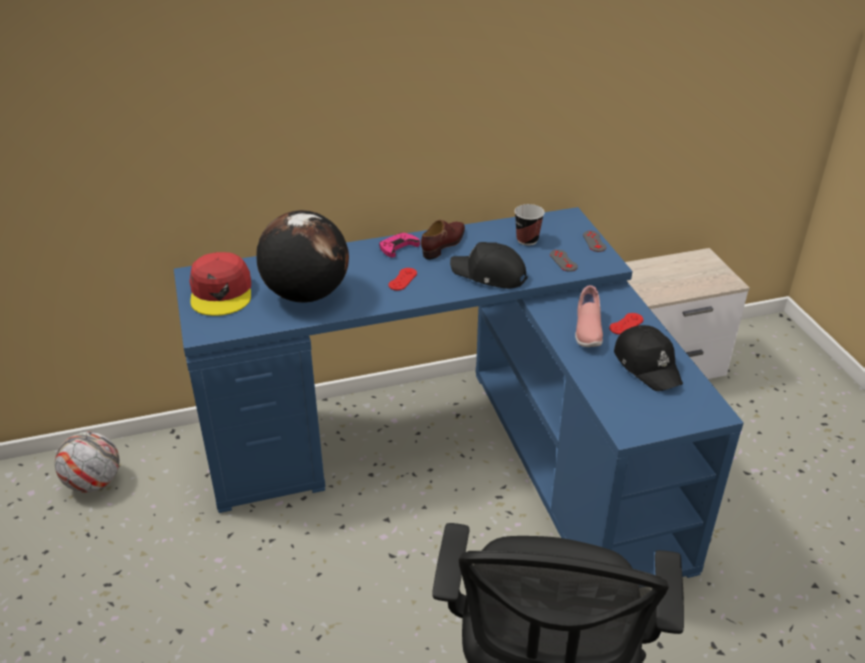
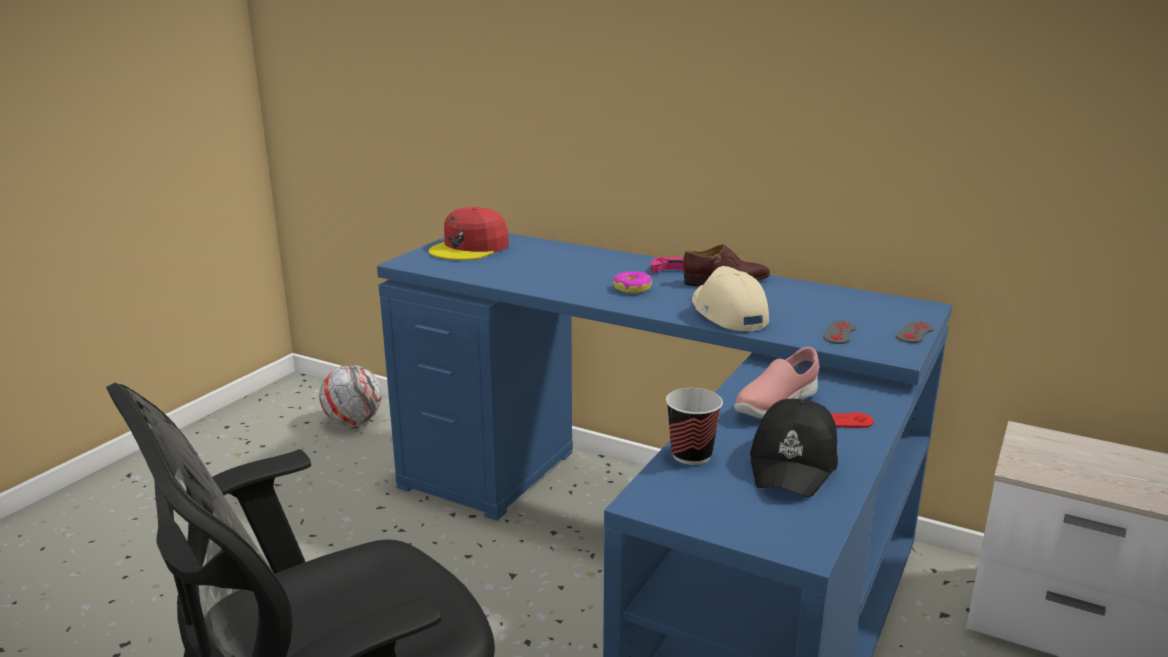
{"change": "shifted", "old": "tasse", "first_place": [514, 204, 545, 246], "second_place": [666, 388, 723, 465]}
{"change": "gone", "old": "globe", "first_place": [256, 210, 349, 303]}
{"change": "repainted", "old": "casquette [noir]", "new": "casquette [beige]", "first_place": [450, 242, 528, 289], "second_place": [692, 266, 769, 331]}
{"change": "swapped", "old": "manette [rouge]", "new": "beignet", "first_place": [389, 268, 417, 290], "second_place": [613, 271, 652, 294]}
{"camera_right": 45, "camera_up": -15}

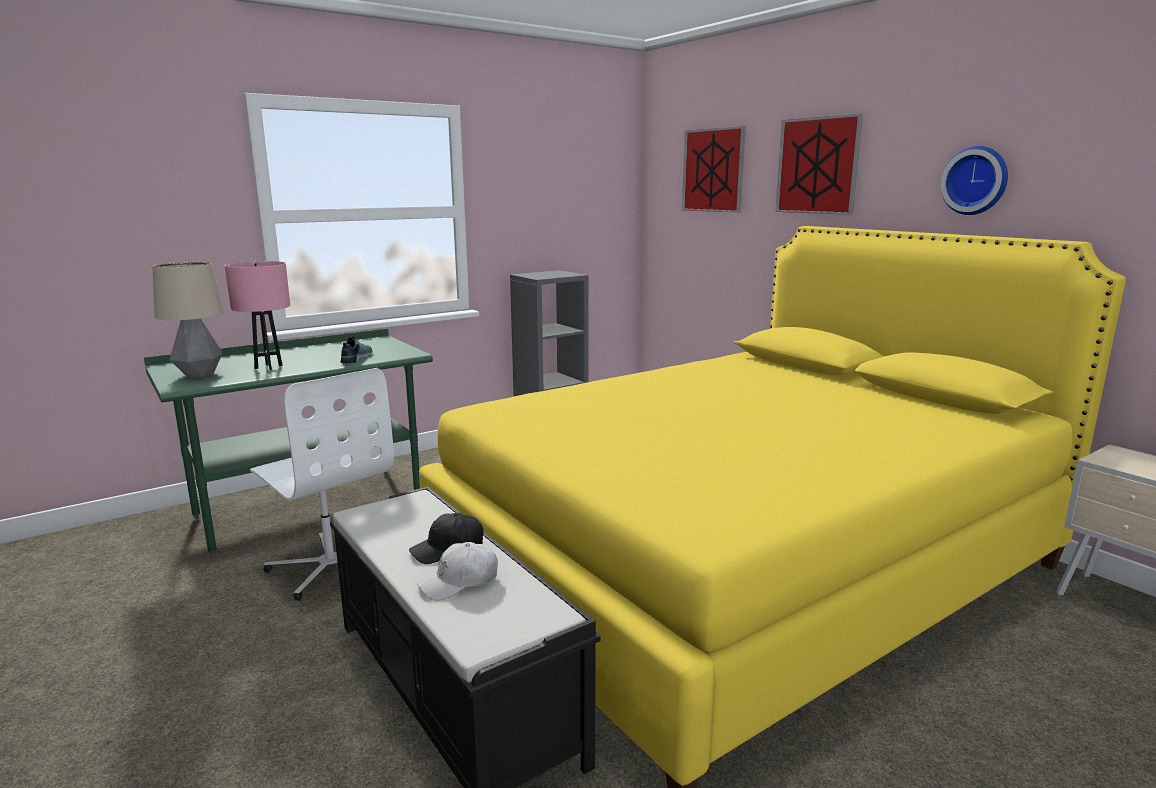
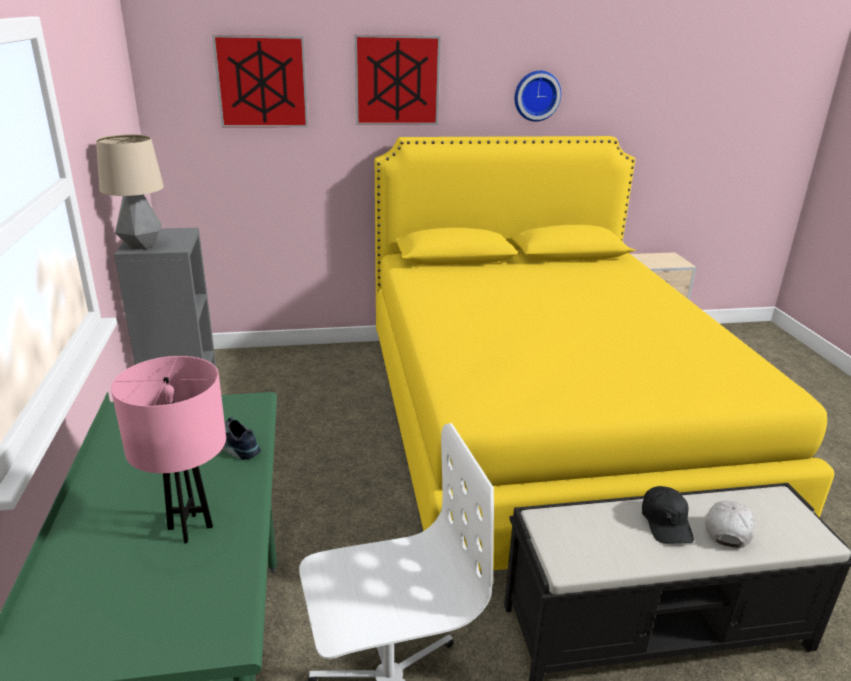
{"change": "shifted", "old": "lampe de table", "first_place": [152, 262, 224, 378], "second_place": [96, 134, 164, 250]}
{"change": "rotated", "old": "casquette [blanc]", "first_place": [417, 542, 498, 600], "second_place": [705, 501, 755, 548], "degrees": -150}
{"camera_right": -65, "camera_up": 10}

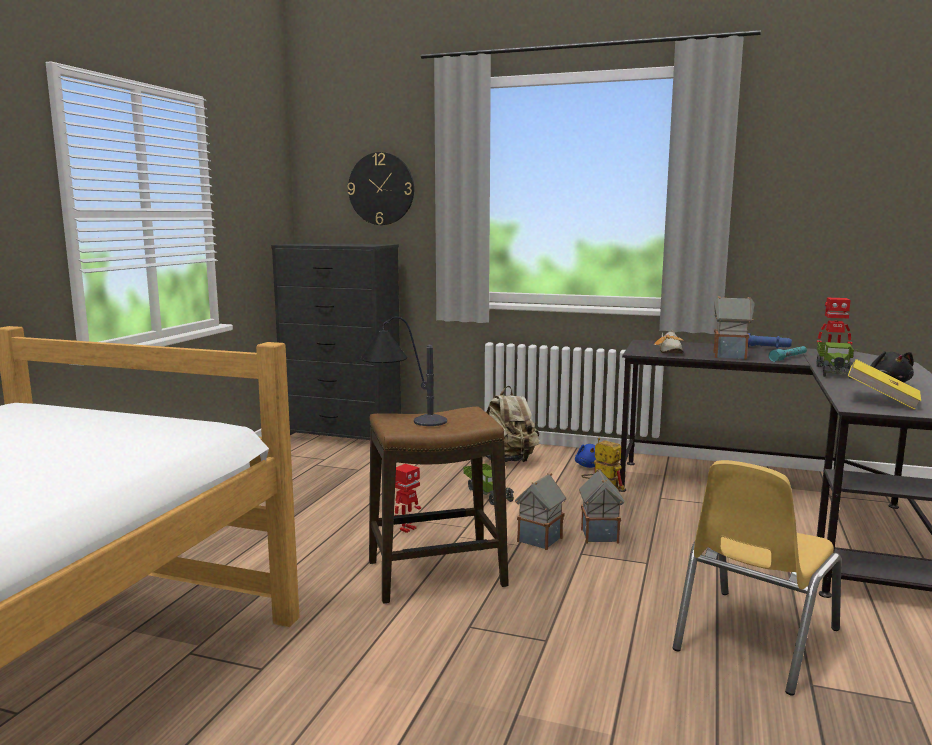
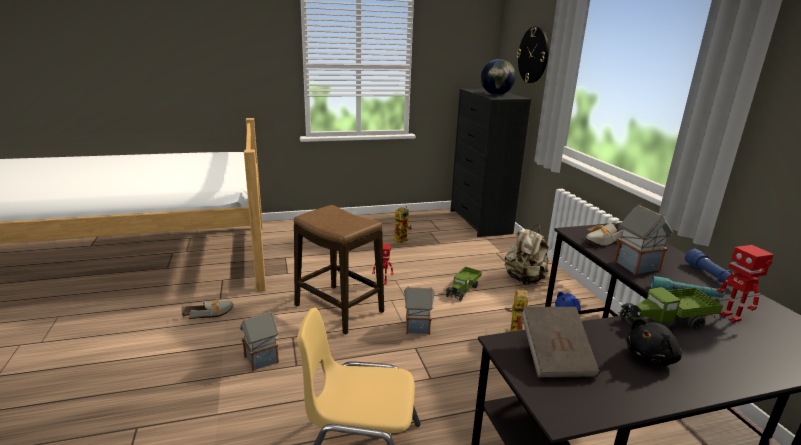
{"change": "gone", "old": "lampe de table", "first_place": [361, 317, 447, 426]}
{"change": "repainted", "old": "livre [jaune]", "new": "livre [marron]", "first_place": [848, 359, 921, 410], "second_place": [521, 307, 600, 378]}
{"change": "shifted", "old": "maison miniature", "first_place": [579, 469, 624, 544], "second_place": [239, 310, 279, 372]}
{"change": "new", "new": "globe", "second_place": [481, 59, 516, 95]}
{"change": "new", "new": "robot jouet", "second_place": [394, 206, 412, 244]}
{"change": "new", "new": "chaussure", "second_place": [181, 300, 233, 319]}
{"camera_right": 55, "camera_up": 10}

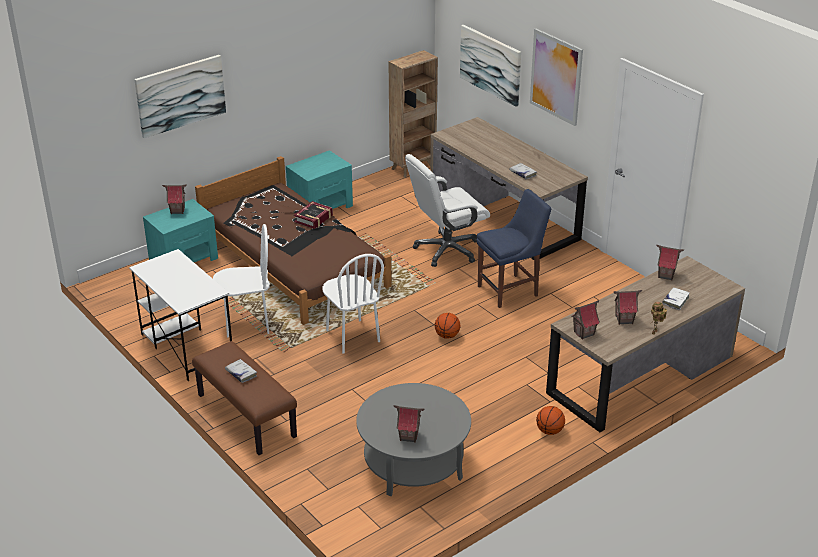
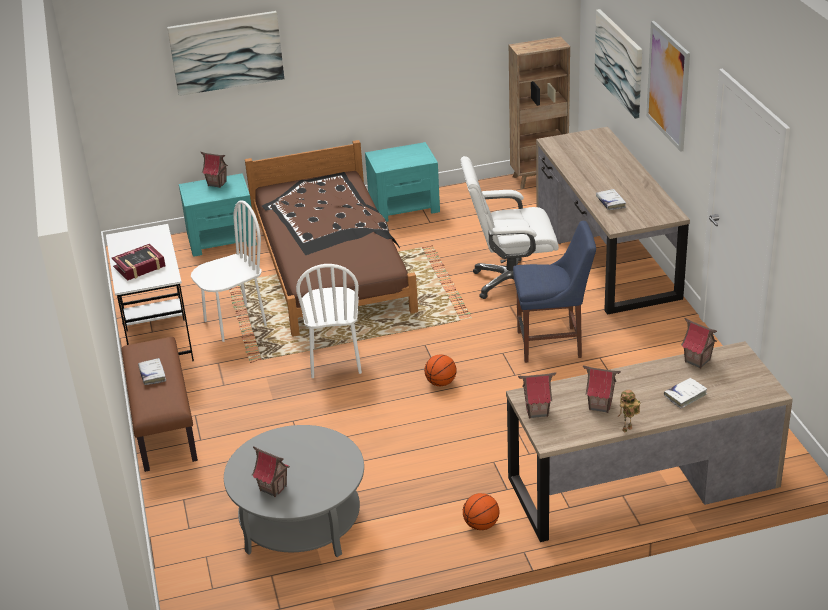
{"change": "shifted", "old": "livre", "first_place": [294, 201, 333, 229], "second_place": [112, 244, 166, 281]}
{"change": "rotated", "old": "chaise [blanc]", "first_place": [213, 224, 270, 337], "second_place": [191, 200, 267, 342], "degrees": -45}
{"camera_right": 25, "camera_up": 0}

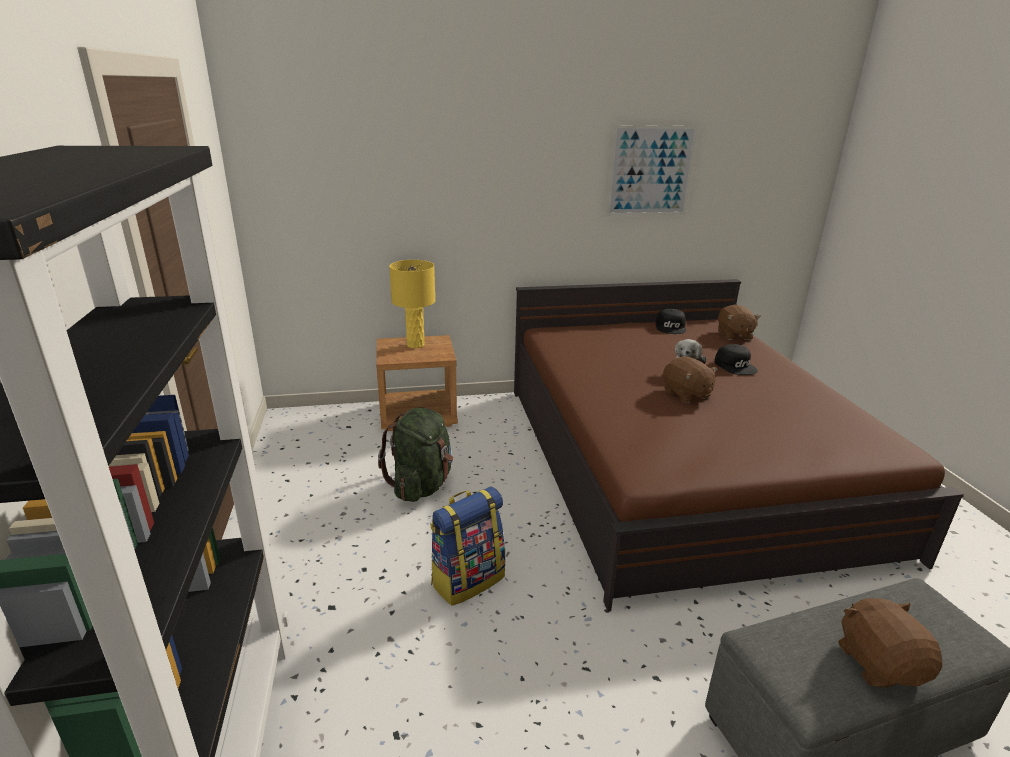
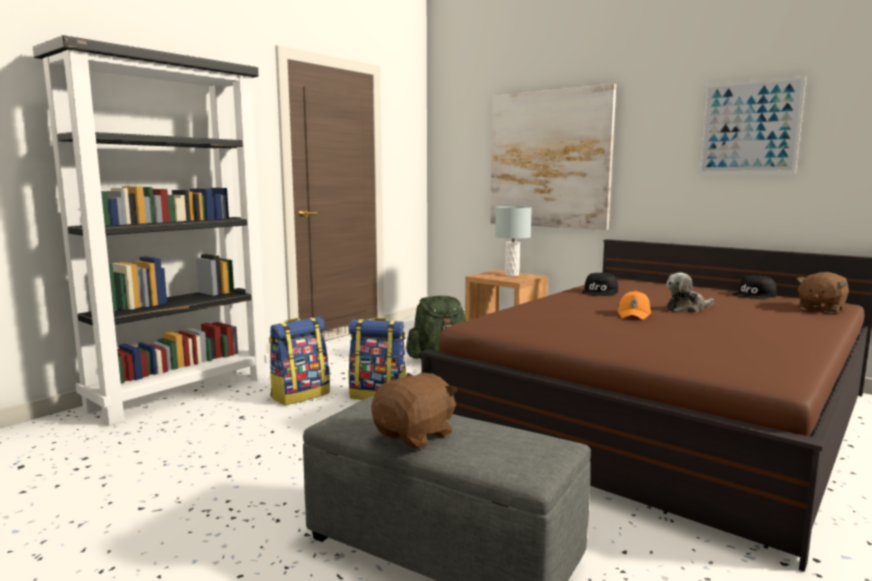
{"change": "repainted", "old": "lampe de table [jaune]", "new": "lampe de table [gris]", "first_place": [389, 260, 435, 348], "second_place": [495, 206, 532, 276]}
{"change": "shifted", "old": "casquette [noir]", "first_place": [714, 344, 758, 375], "second_place": [582, 272, 618, 296]}
{"change": "swapped", "old": "peluche [marron]", "new": "casquette [orange]", "first_place": [663, 357, 718, 403], "second_place": [618, 291, 651, 320]}
{"change": "new", "new": "tableau", "second_place": [491, 84, 616, 230]}
{"change": "new", "new": "sac à dos", "second_place": [269, 317, 330, 405]}
{"camera_right": 50, "camera_up": -15}

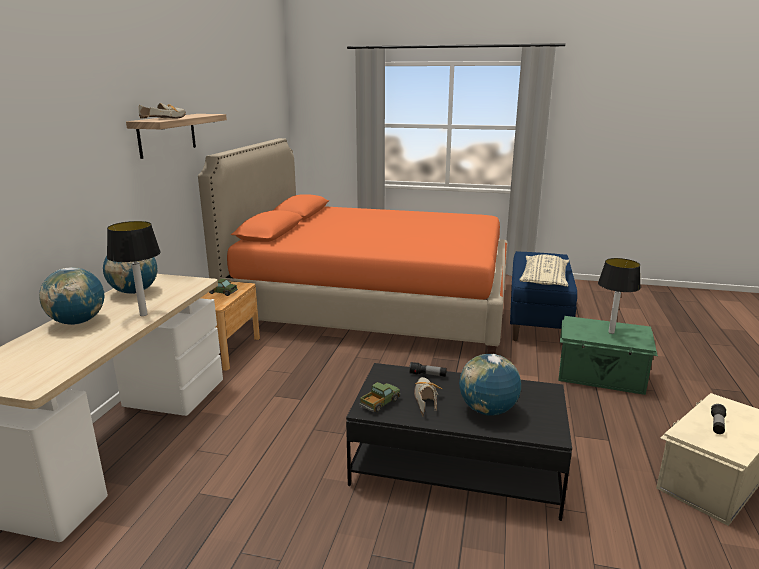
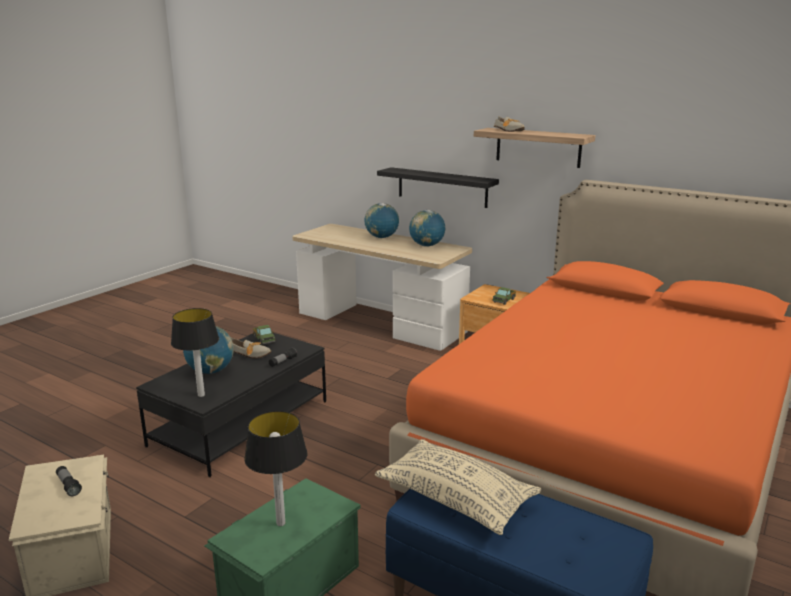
{"change": "shifted", "old": "lampe de table", "first_place": [107, 221, 161, 316], "second_place": [171, 308, 219, 397]}
{"change": "new", "new": "étagère [noir]", "second_place": [377, 167, 499, 208]}
{"camera_right": 110, "camera_up": 0}

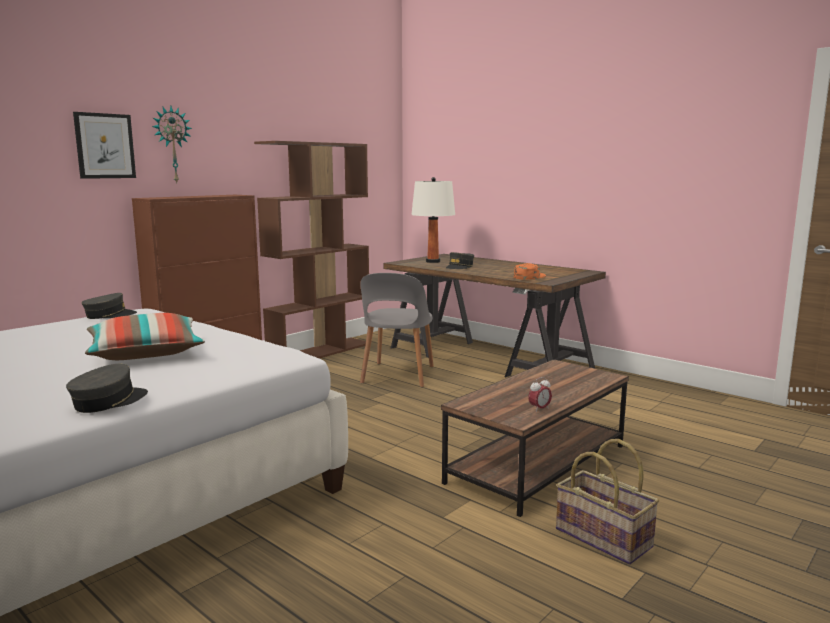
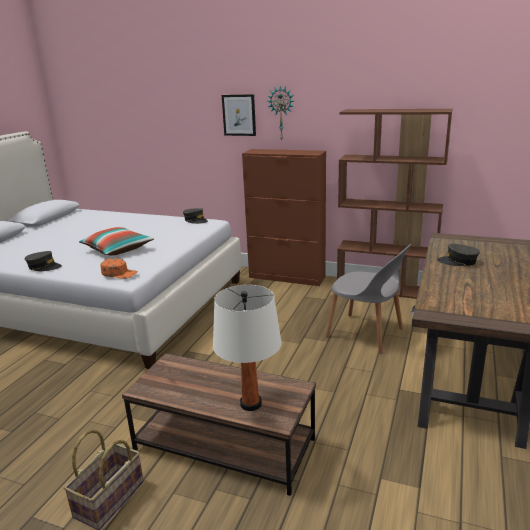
{"change": "shifted", "old": "lampe de table [blanc]", "first_place": [411, 177, 455, 263], "second_place": [213, 285, 282, 411]}
{"change": "shifted", "old": "casquette [orange]", "first_place": [514, 263, 546, 280], "second_place": [100, 258, 138, 279]}
{"change": "rotated", "old": "chaise [gris]", "first_place": [360, 273, 434, 387], "second_place": [326, 244, 411, 354], "degrees": -135}
{"change": "gone", "old": "réveil", "first_place": [528, 377, 552, 412]}
{"camera_right": 70, "camera_up": 10}

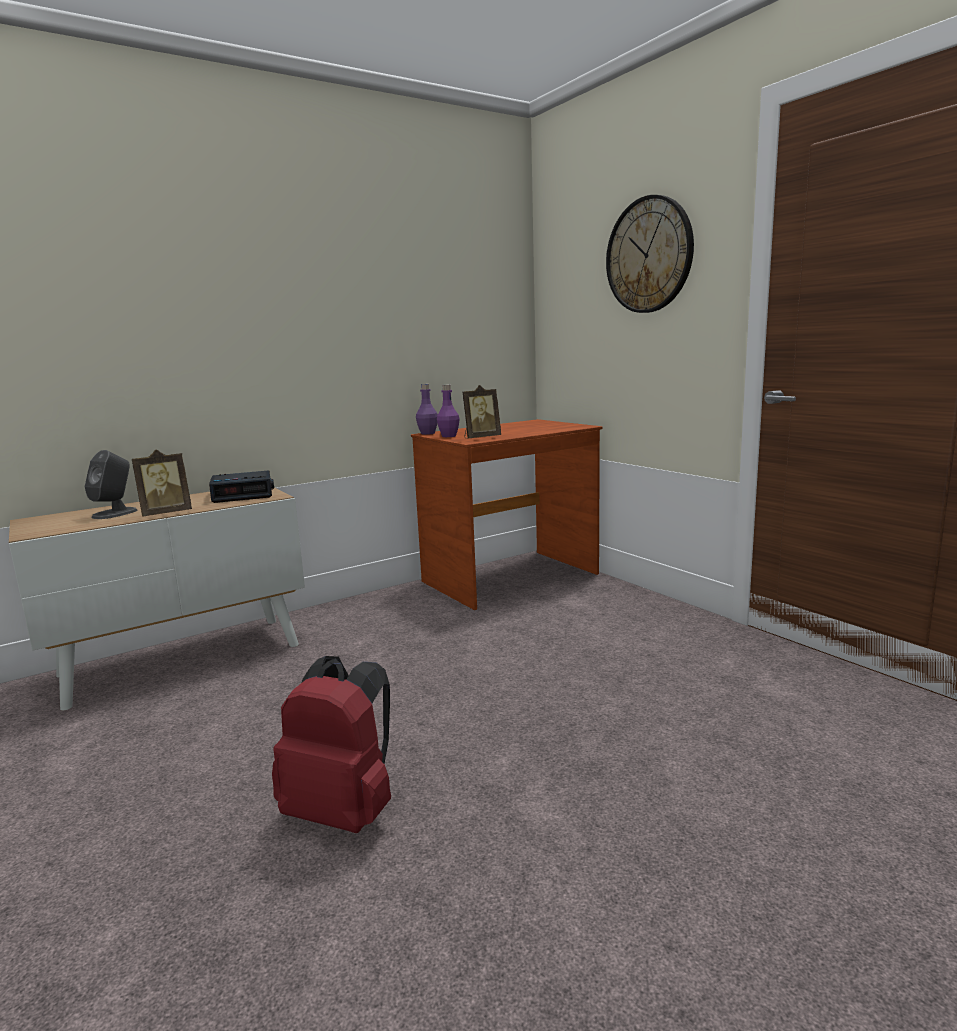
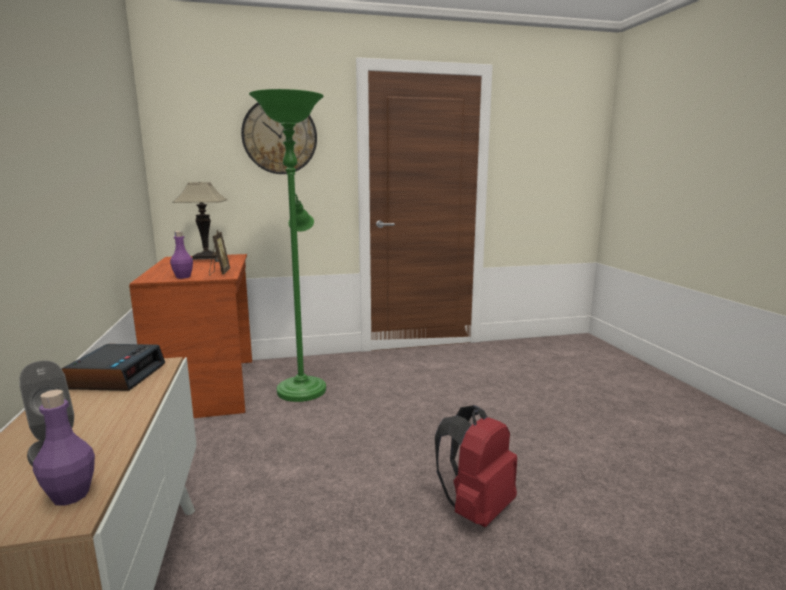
{"change": "shifted", "old": "bouteille [violet]", "first_place": [416, 384, 438, 435], "second_place": [33, 390, 95, 506]}
{"change": "gone", "old": "cadre photo", "first_place": [132, 449, 192, 517]}
{"change": "new", "new": "lampadaire [vert]", "second_place": [249, 89, 326, 402]}
{"change": "new", "new": "lampe de table", "second_place": [173, 182, 228, 262]}
{"camera_right": -70, "camera_up": 0}

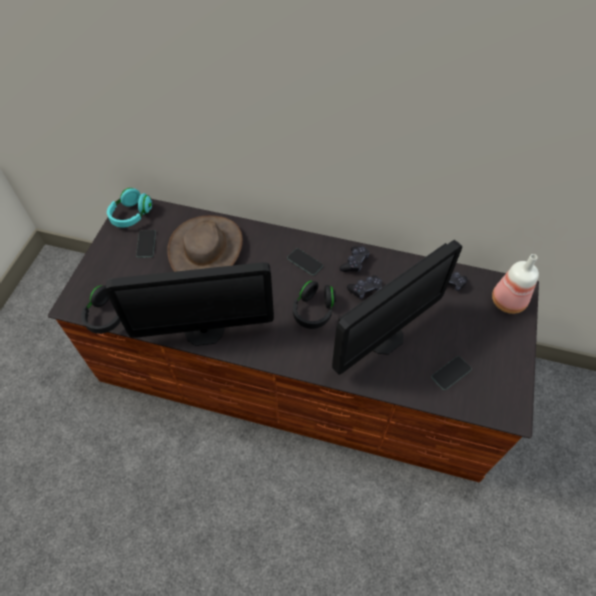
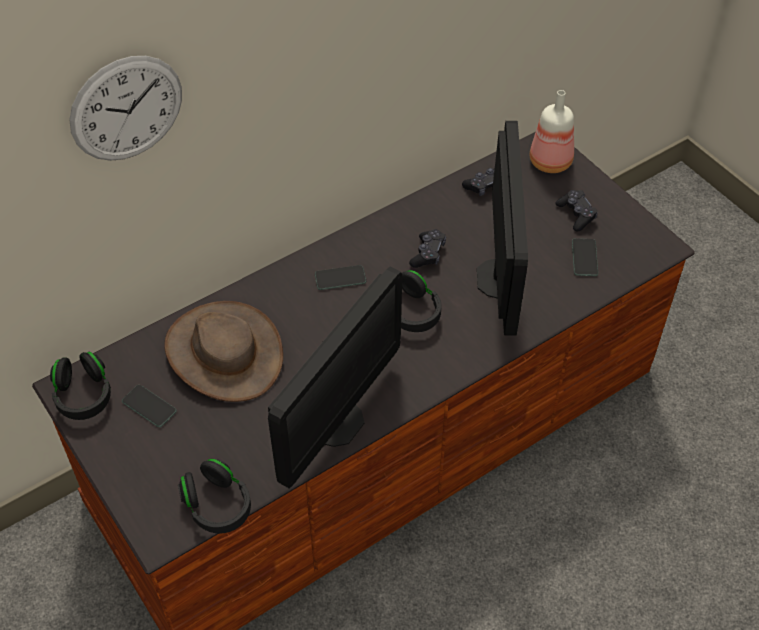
{"change": "repainted", "old": "casque audio [turquoise]", "new": "casque audio [noir]", "first_place": [107, 188, 152, 228], "second_place": [50, 352, 111, 420]}
{"change": "shifted", "old": "manette [noir]", "first_place": [340, 246, 370, 272], "second_place": [555, 190, 598, 231]}
{"change": "new", "new": "horloge murale", "second_place": [69, 56, 182, 161]}
{"camera_right": -50, "camera_up": -5}

